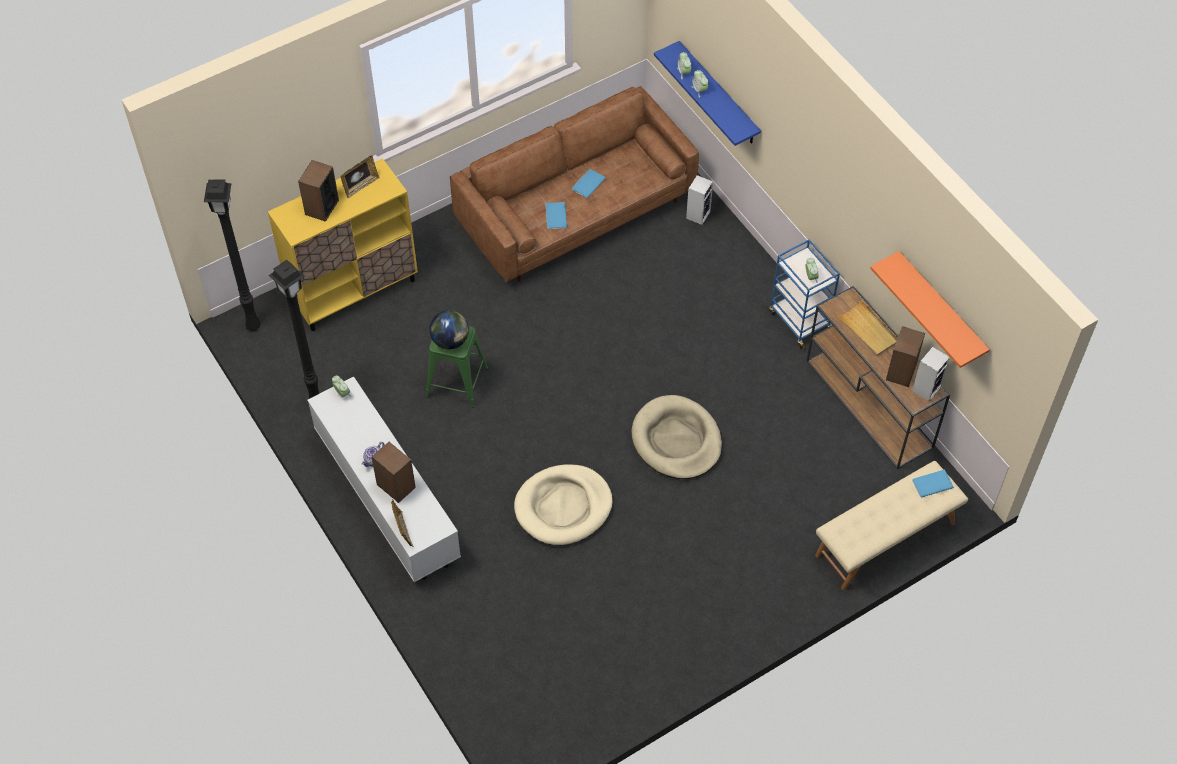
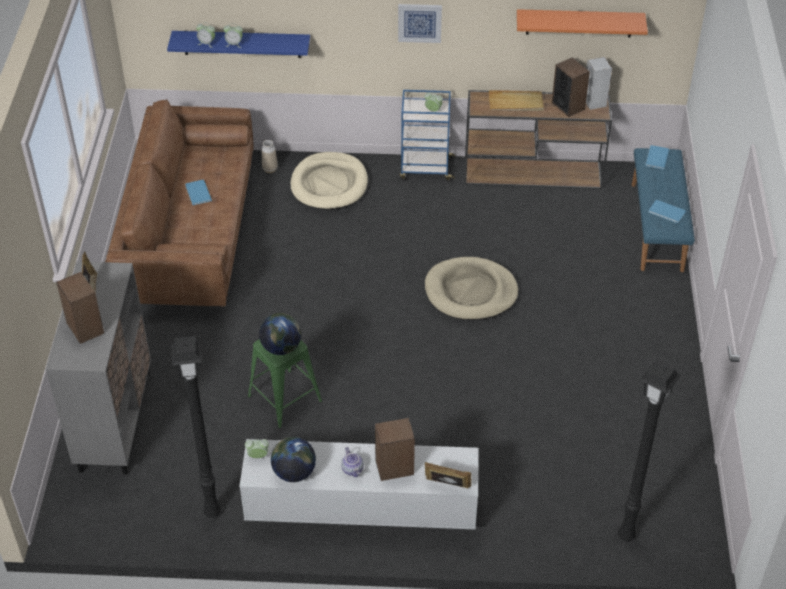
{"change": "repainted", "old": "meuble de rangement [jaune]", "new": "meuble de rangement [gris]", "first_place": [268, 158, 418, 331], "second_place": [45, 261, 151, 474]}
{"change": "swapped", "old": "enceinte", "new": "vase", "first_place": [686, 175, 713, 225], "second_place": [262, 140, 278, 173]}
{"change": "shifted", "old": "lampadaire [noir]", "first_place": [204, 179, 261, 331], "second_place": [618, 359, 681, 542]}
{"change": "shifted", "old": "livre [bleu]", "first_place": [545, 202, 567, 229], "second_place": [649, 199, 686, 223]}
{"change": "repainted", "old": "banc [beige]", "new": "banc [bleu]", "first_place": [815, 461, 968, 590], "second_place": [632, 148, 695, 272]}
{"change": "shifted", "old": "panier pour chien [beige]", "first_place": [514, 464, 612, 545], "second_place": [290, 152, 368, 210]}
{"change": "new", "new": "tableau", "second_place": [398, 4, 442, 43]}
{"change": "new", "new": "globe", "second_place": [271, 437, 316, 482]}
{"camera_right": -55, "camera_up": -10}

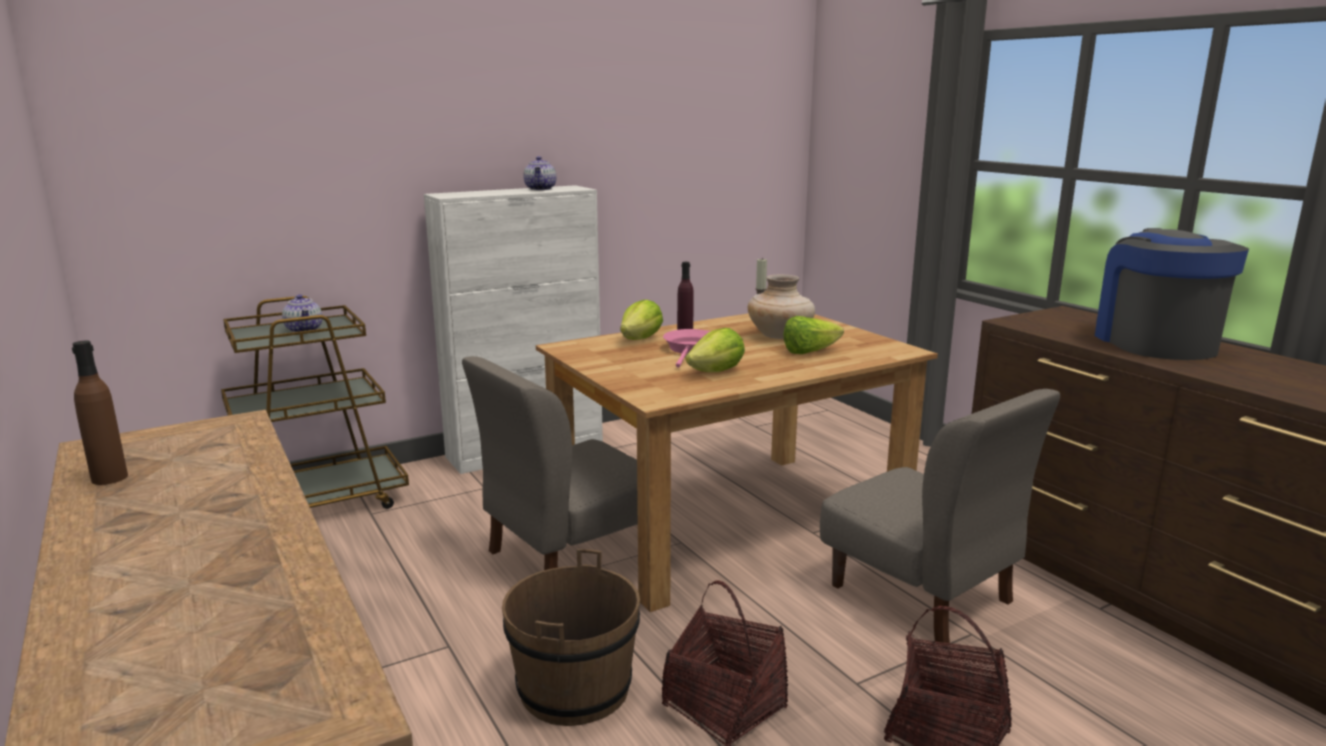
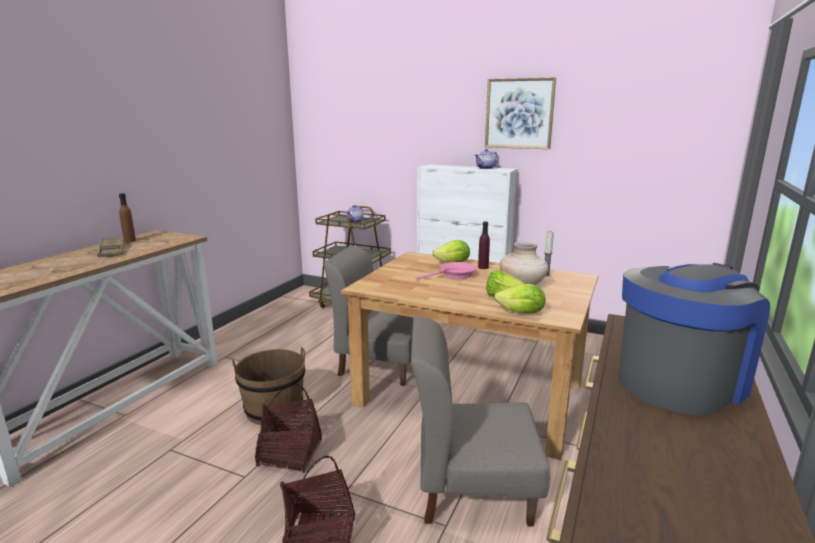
{"change": "shifted", "old": "laitue", "first_place": [685, 328, 745, 372], "second_place": [494, 284, 545, 314]}
{"change": "rotated", "old": "chaise [gris]", "first_place": [820, 389, 1060, 645], "second_place": [411, 316, 550, 526], "degrees": 75}
{"change": "new", "new": "tableau", "second_place": [485, 78, 556, 149]}
{"change": "new", "new": "plateau [marron]", "second_place": [97, 237, 124, 257]}
{"camera_right": 55, "camera_up": 0}

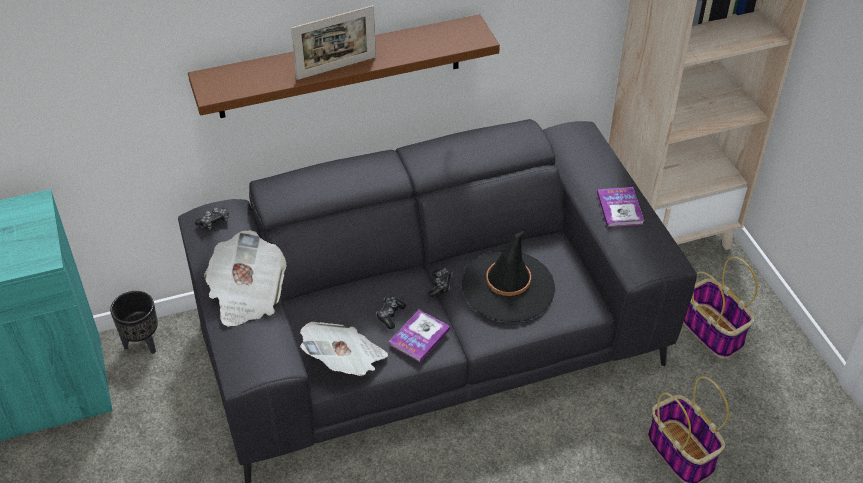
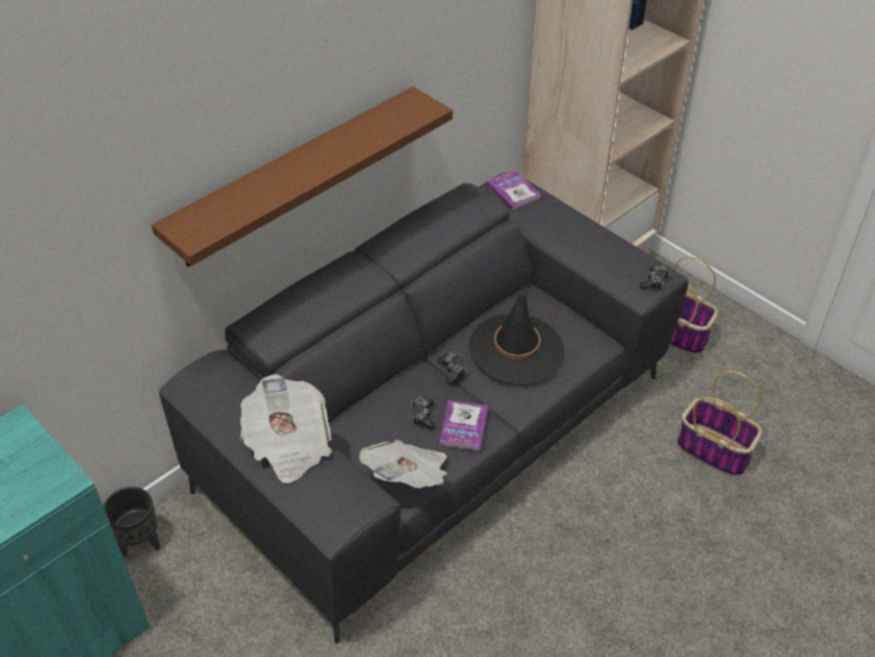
{"change": "gone", "old": "cadre photo", "first_place": [291, 5, 376, 80]}
{"change": "shifted", "old": "livre", "first_place": [597, 187, 644, 227], "second_place": [486, 170, 541, 210]}
{"change": "shifted", "old": "manette", "first_place": [195, 207, 229, 230], "second_place": [640, 264, 671, 289]}
{"camera_right": -25, "camera_up": 0}

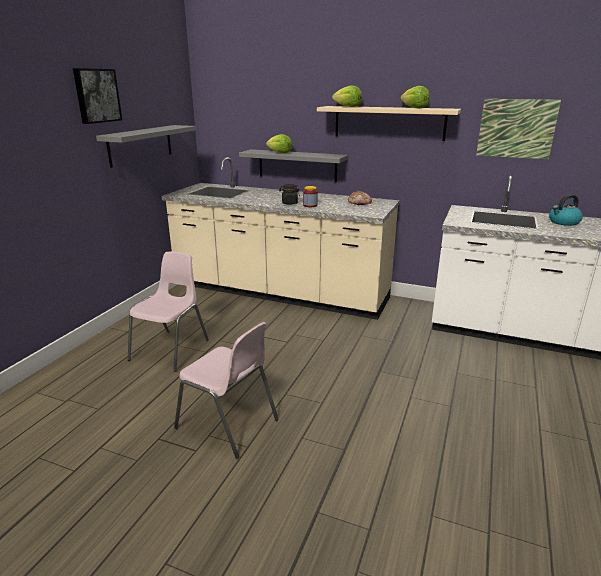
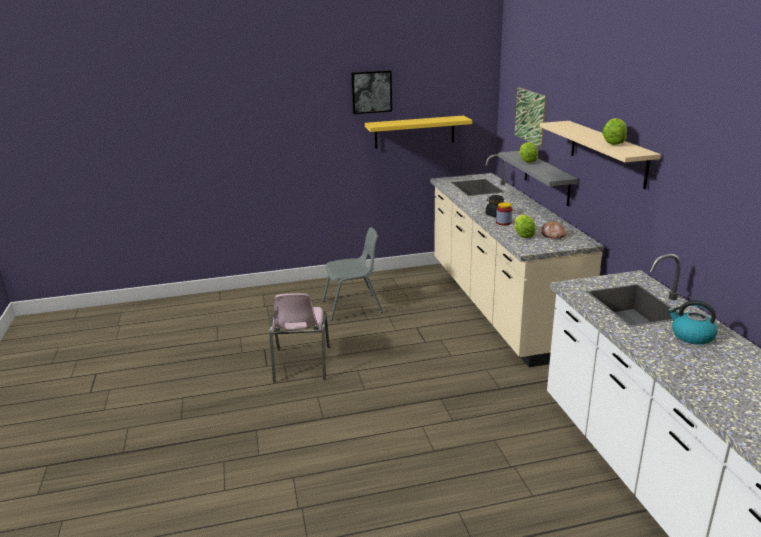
{"change": "shifted", "old": "laitue", "first_place": [332, 86, 362, 107], "second_place": [514, 215, 536, 238]}
{"change": "shifted", "old": "tableau", "first_place": [476, 99, 561, 159], "second_place": [515, 87, 546, 148]}
{"change": "repainted", "old": "étagère [gris]", "new": "étagère [jaune]", "first_place": [96, 125, 196, 168], "second_place": [365, 116, 472, 149]}
{"change": "repainted", "old": "chaise [rose]", "new": "chaise [gris]", "first_place": [128, 251, 209, 372], "second_place": [322, 227, 383, 321]}
{"camera_right": 55, "camera_up": 0}

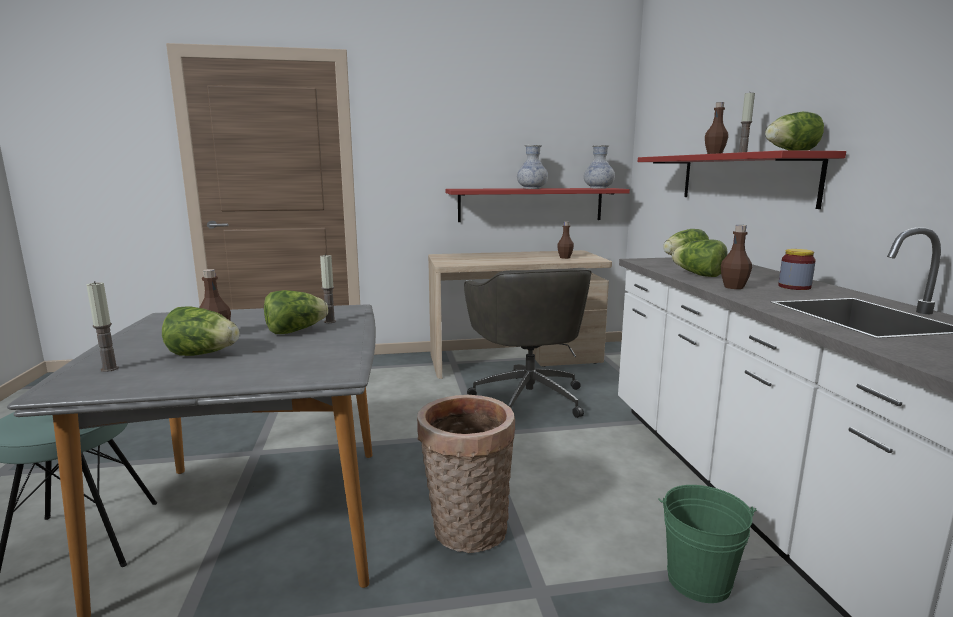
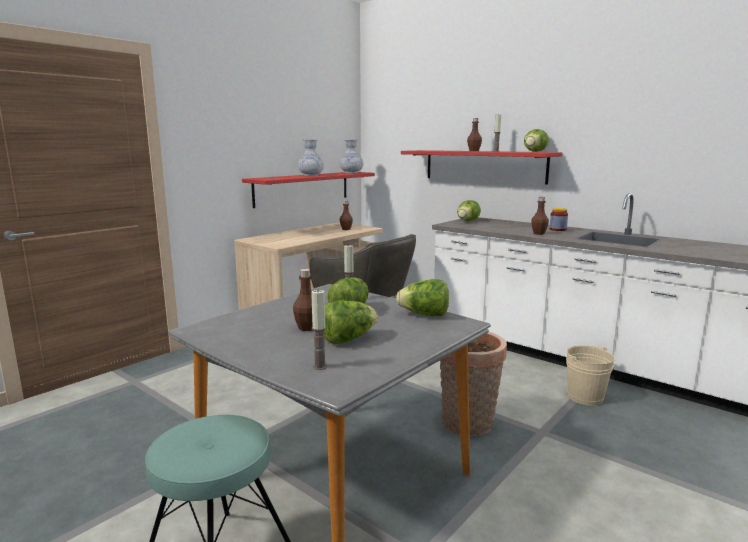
{"change": "shifted", "old": "laitue", "first_place": [672, 239, 728, 277], "second_place": [396, 279, 449, 316]}
{"change": "repainted", "old": "seau [vert]", "new": "seau [beige]", "first_place": [658, 485, 756, 603], "second_place": [566, 345, 615, 406]}
{"camera_right": -40, "camera_up": 0}

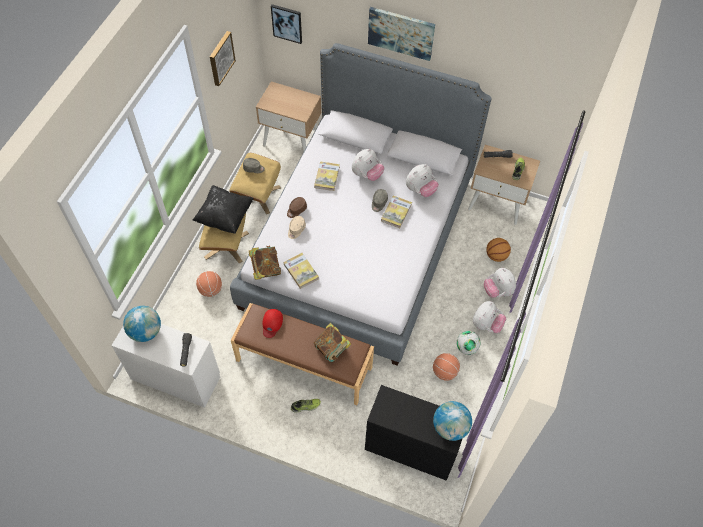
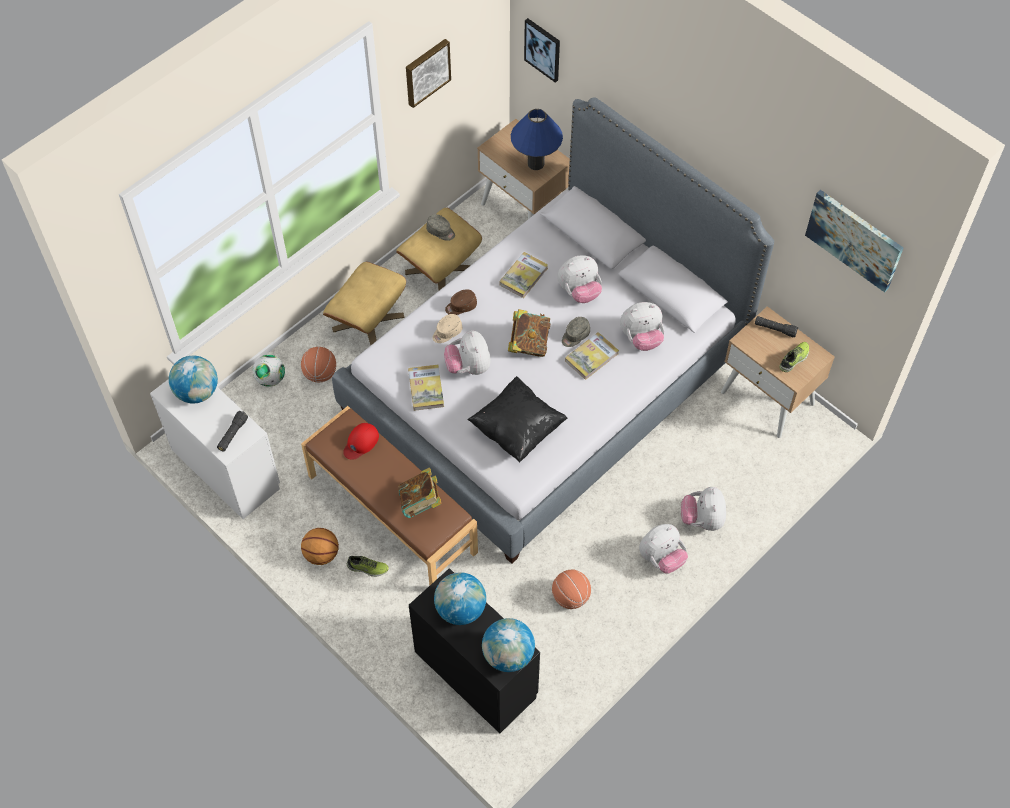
{"change": "shifted", "old": "tableau", "first_place": [368, 7, 435, 61], "second_place": [805, 190, 903, 292]}
{"change": "shifted", "old": "coussin [noir]", "first_place": [192, 185, 253, 234], "second_place": [468, 376, 567, 463]}
{"change": "shifted", "old": "ballon de basket", "first_place": [486, 238, 511, 262], "second_place": [301, 528, 339, 565]}
{"change": "shifted", "old": "livre", "first_place": [249, 246, 281, 280], "second_place": [508, 309, 551, 357]}
{"change": "shifted", "old": "ballon de foot", "first_place": [457, 331, 481, 355], "second_place": [253, 355, 285, 387]}
{"change": "new", "new": "lampe de table [bleu]", "second_place": [511, 109, 563, 170]}
{"change": "new", "new": "peluche", "second_place": [444, 330, 491, 375]}
{"change": "new", "new": "globe", "second_place": [434, 572, 486, 625]}
{"camera_right": 25, "camera_up": 0}

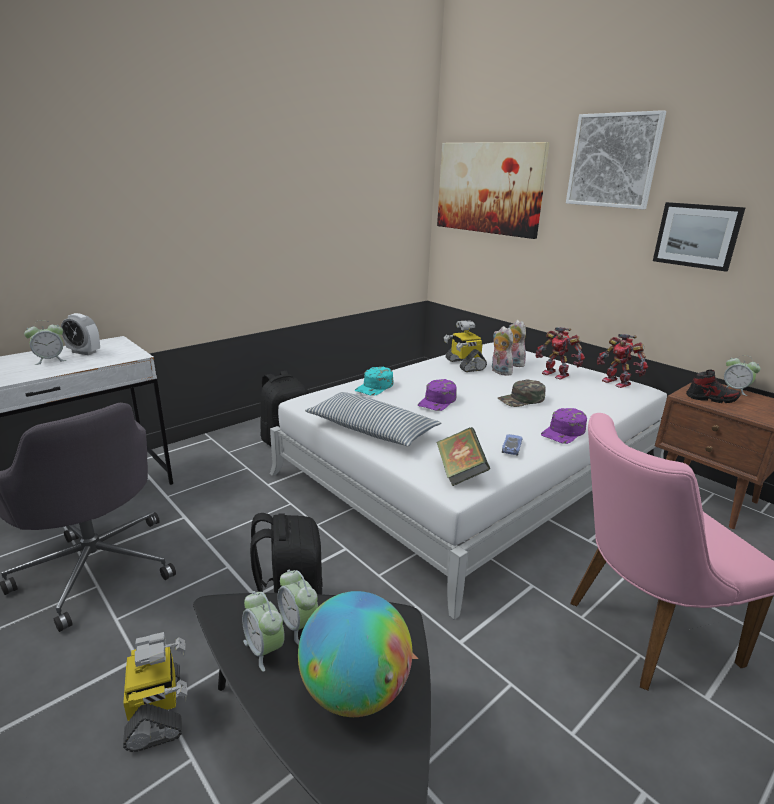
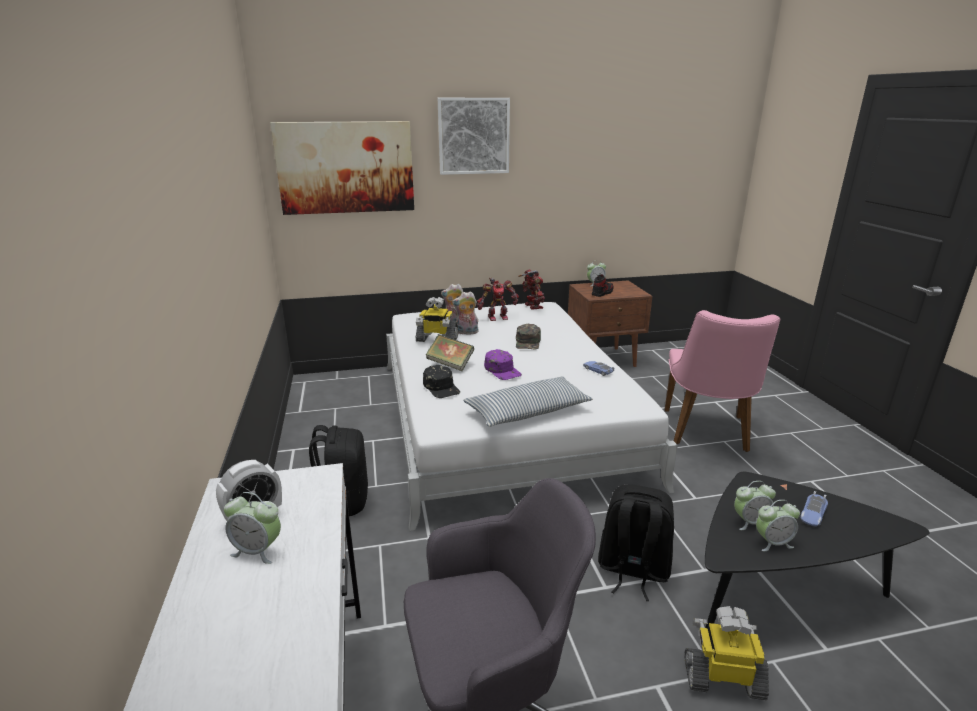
{"change": "gone", "old": "tableau", "first_place": [653, 202, 746, 272]}
{"change": "rotated", "old": "réveil", "first_place": [24, 320, 67, 365], "second_place": [224, 492, 281, 564], "degrees": 105}
{"change": "rotated", "old": "robot jouet", "first_place": [597, 334, 648, 388], "second_place": [518, 269, 545, 310], "degrees": -105}
{"change": "repainted", "old": "casquette [turquoise]", "new": "casquette [noir]", "first_place": [355, 367, 393, 396], "second_place": [423, 365, 460, 398]}
{"change": "gone", "old": "casquette [violet]", "first_place": [541, 408, 587, 444]}
{"change": "shifted", "old": "livre", "first_place": [436, 427, 490, 486], "second_place": [426, 334, 474, 371]}
{"change": "swapped", "old": "globe", "new": "petite voiture", "first_place": [298, 591, 412, 717], "second_place": [800, 491, 828, 527]}
{"camera_right": -60, "camera_up": 0}

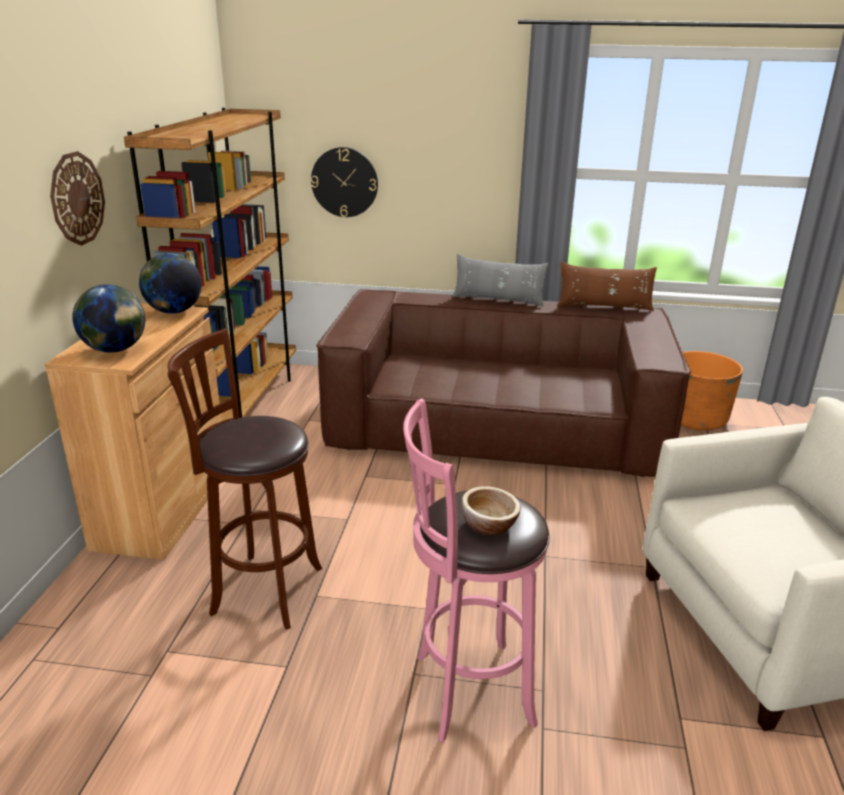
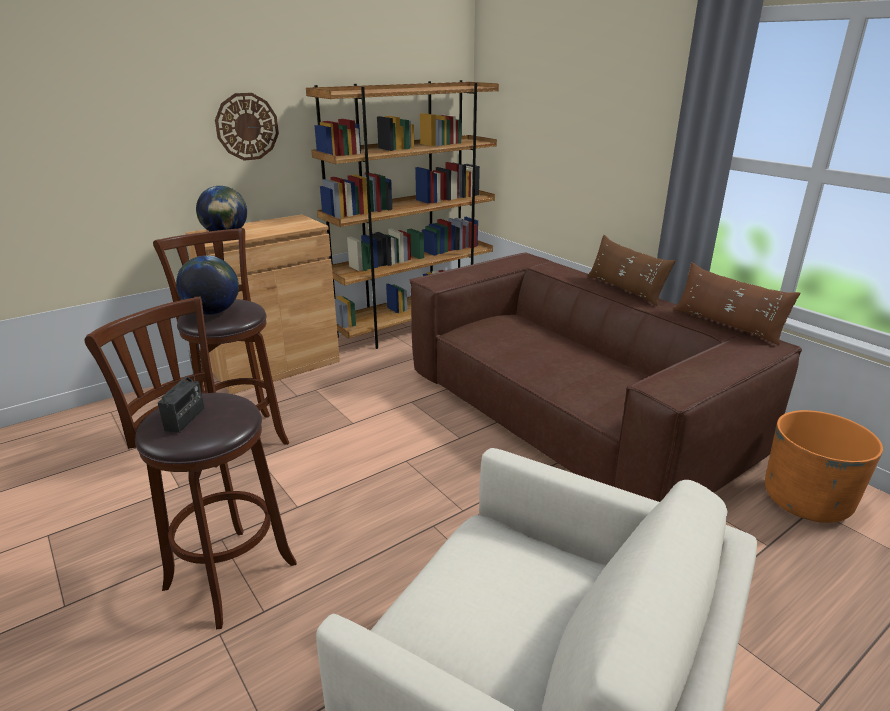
{"change": "gone", "old": "horloge murale", "first_place": [311, 147, 378, 217]}
{"change": "shifted", "old": "globe", "first_place": [139, 253, 202, 314], "second_place": [176, 255, 239, 315]}
{"change": "repainted", "old": "coussin [gris]", "new": "coussin [marron]", "first_place": [452, 254, 548, 306], "second_place": [587, 235, 676, 306]}
{"change": "repainted", "old": "tabouret [rose]", "new": "tabouret [marron]", "first_place": [403, 398, 550, 743], "second_place": [85, 297, 297, 630]}
{"change": "swapped", "old": "bol", "new": "radio", "first_place": [462, 486, 521, 535], "second_place": [158, 350, 205, 433]}
{"camera_right": 45, "camera_up": 0}

